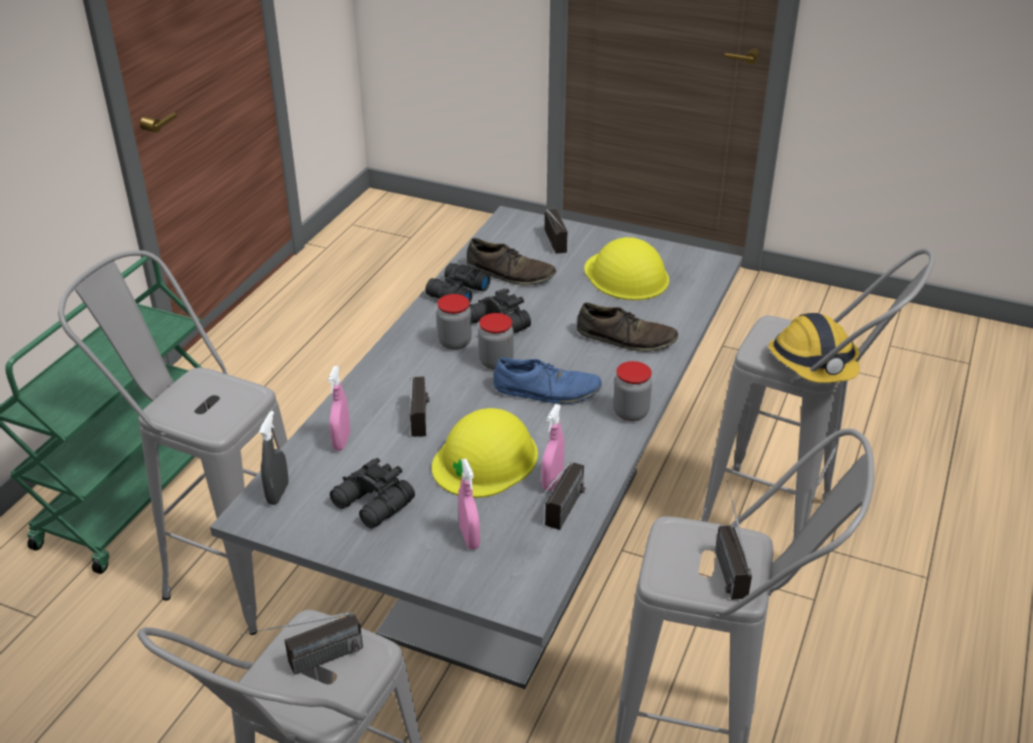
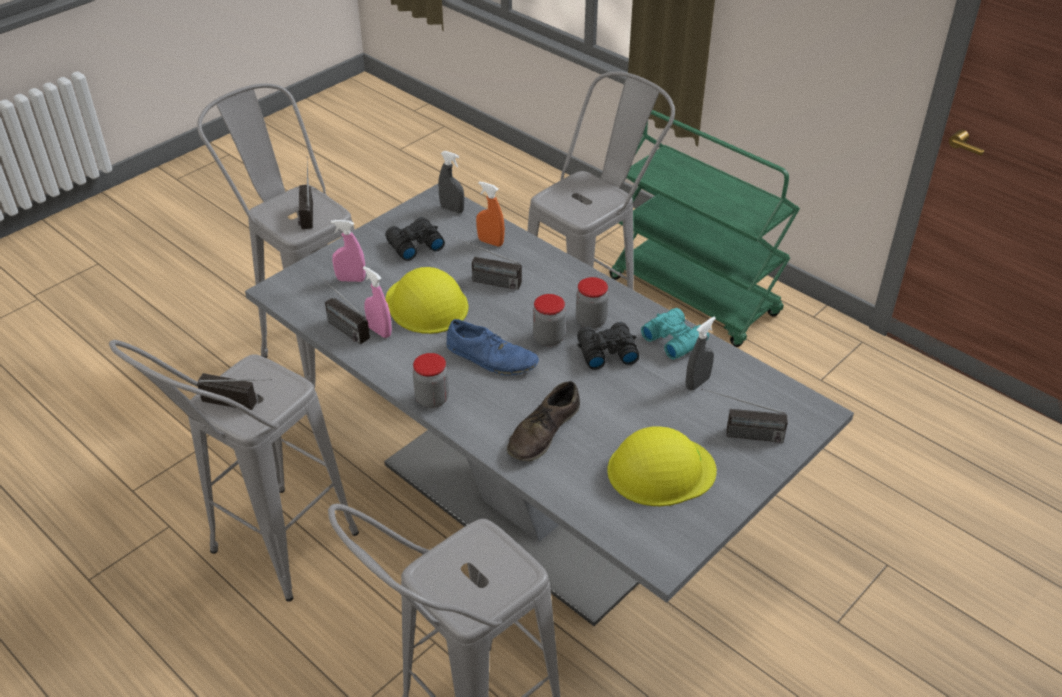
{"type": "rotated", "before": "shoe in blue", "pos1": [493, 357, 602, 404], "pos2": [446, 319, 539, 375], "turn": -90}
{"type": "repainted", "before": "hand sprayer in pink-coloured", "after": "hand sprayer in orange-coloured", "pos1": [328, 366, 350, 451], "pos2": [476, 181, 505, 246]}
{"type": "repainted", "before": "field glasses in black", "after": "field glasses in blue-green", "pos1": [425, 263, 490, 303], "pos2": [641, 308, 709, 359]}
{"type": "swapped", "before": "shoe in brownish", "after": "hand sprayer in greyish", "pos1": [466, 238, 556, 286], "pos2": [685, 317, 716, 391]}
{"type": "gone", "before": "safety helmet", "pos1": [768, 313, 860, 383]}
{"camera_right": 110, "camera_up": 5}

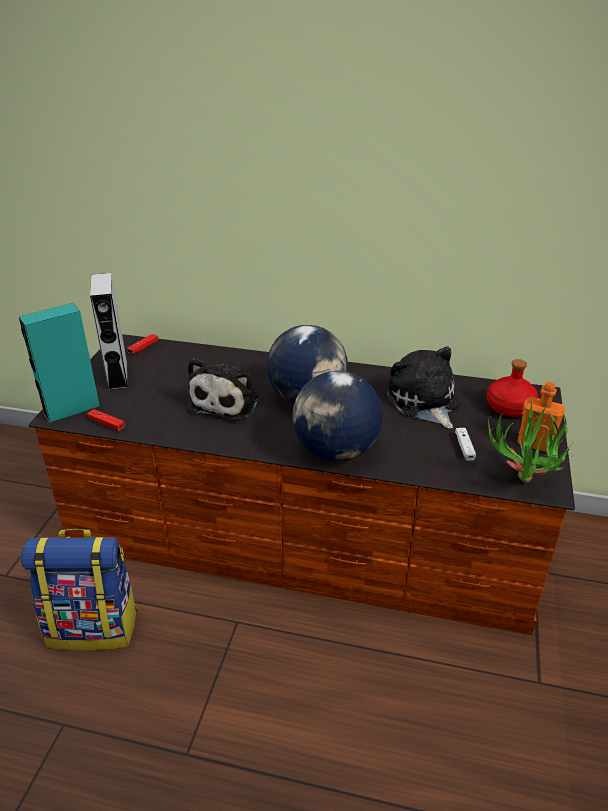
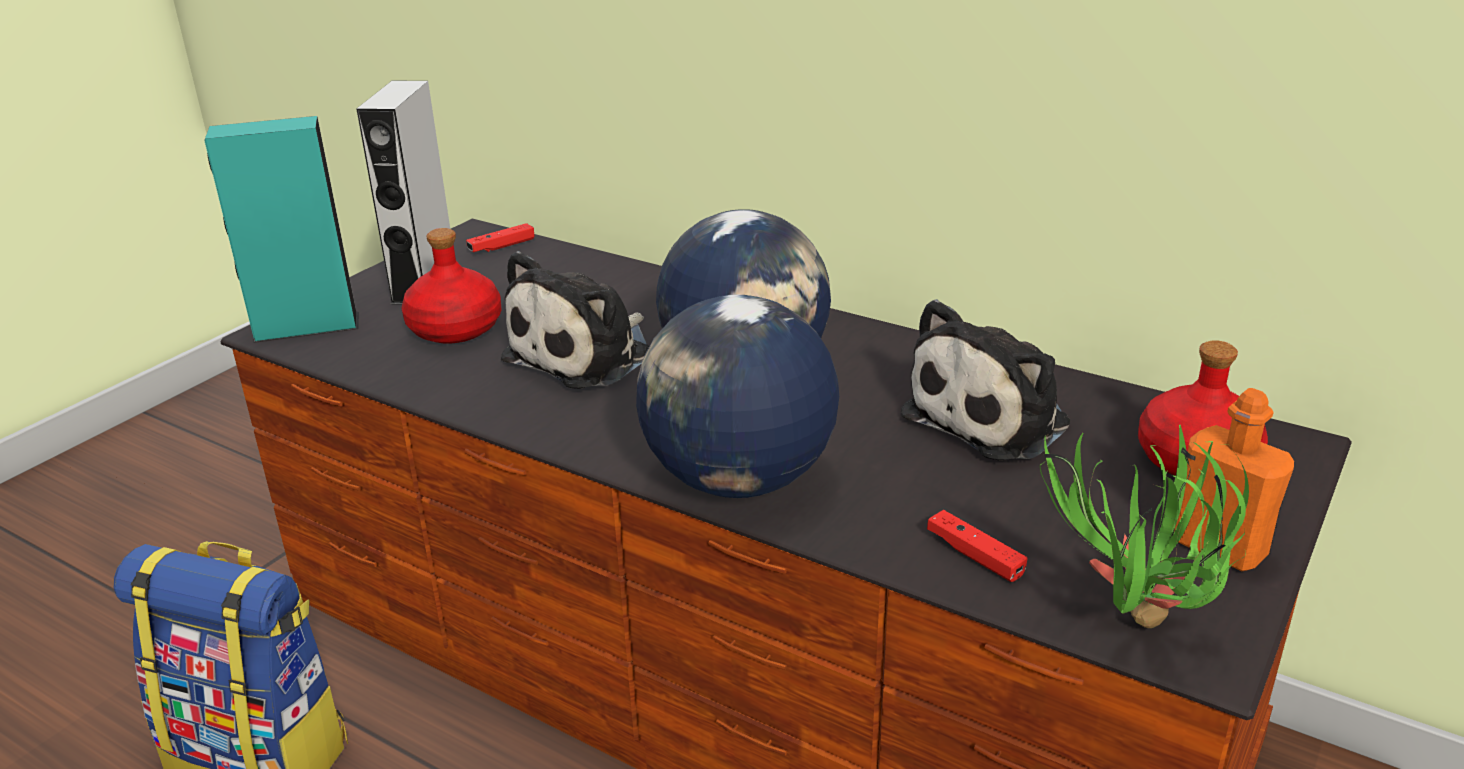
{"type": "new", "after": "drink bottle in red", "pos2": [402, 228, 501, 344]}
{"type": "rotated", "before": "cuddly toy", "pos1": [387, 346, 459, 429], "pos2": [900, 299, 1070, 461], "turn": -135}
{"type": "shifted", "before": "game controller in red", "pos1": [87, 409, 125, 431], "pos2": [927, 510, 1027, 582]}
{"type": "gone", "before": "game controller in whitish", "pos1": [455, 428, 476, 461]}
{"camera_right": 20, "camera_up": -5}

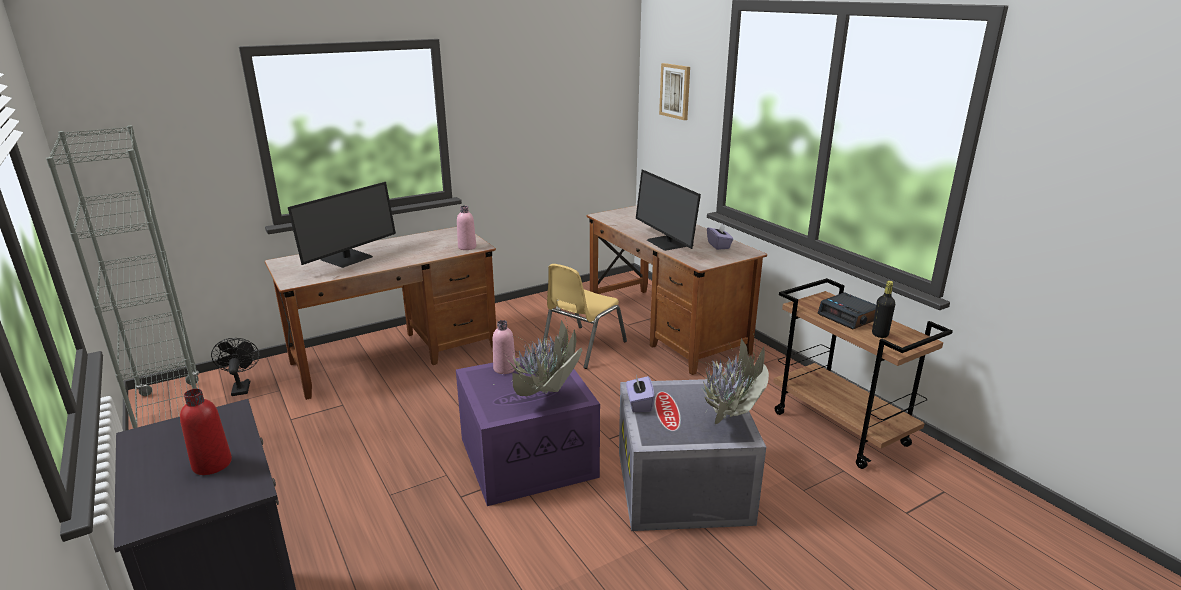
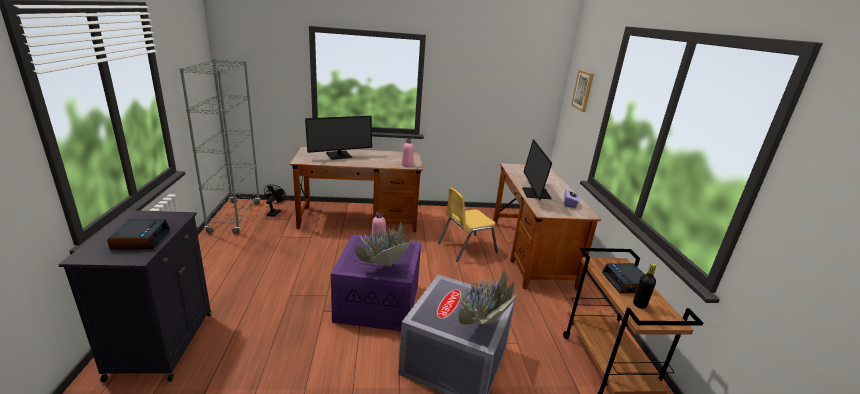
{"type": "swapped", "before": "drink bottle in red", "after": "bedside clock", "pos1": [180, 389, 232, 475], "pos2": [107, 219, 170, 250]}
{"type": "gone", "before": "tissue box in purple-coloured", "pos1": [626, 375, 655, 412]}
{"camera_right": 25, "camera_up": 0}

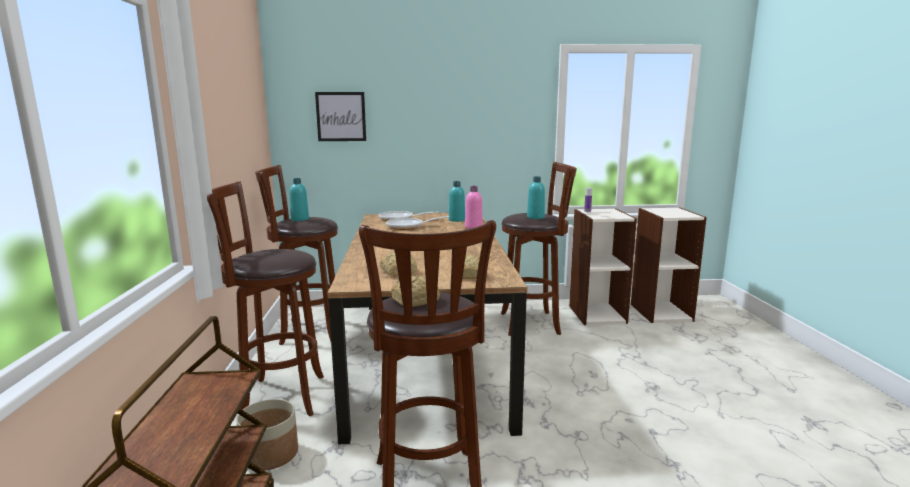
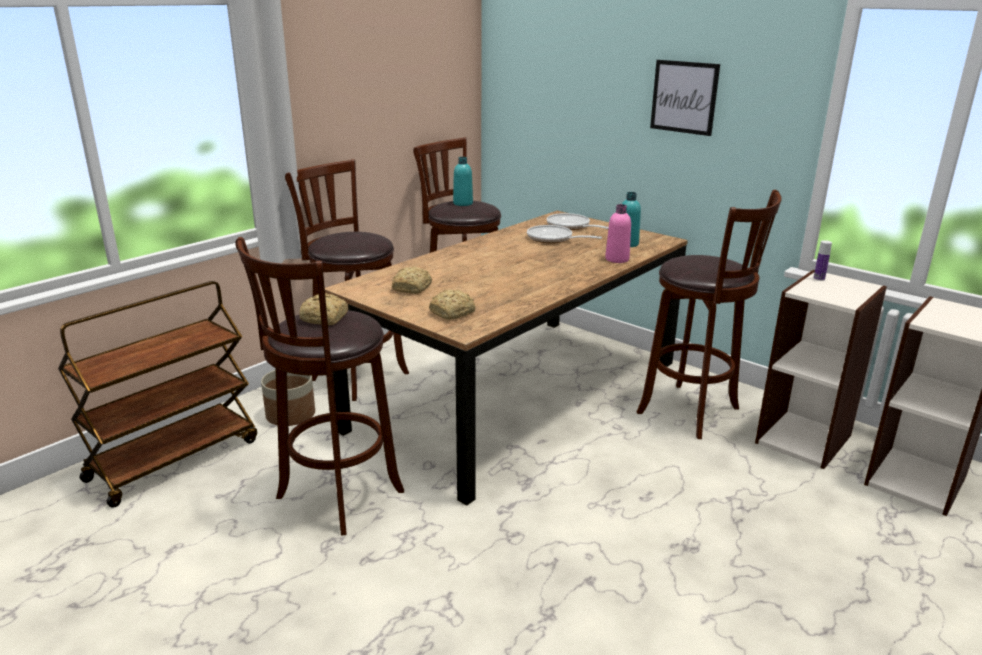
{"type": "shifted", "before": "wall picture", "pos1": [315, 92, 366, 141], "pos2": [650, 60, 720, 136]}
{"type": "gone", "before": "drink bottle in blue-green", "pos1": [527, 176, 545, 219]}
{"camera_right": 45, "camera_up": 10}

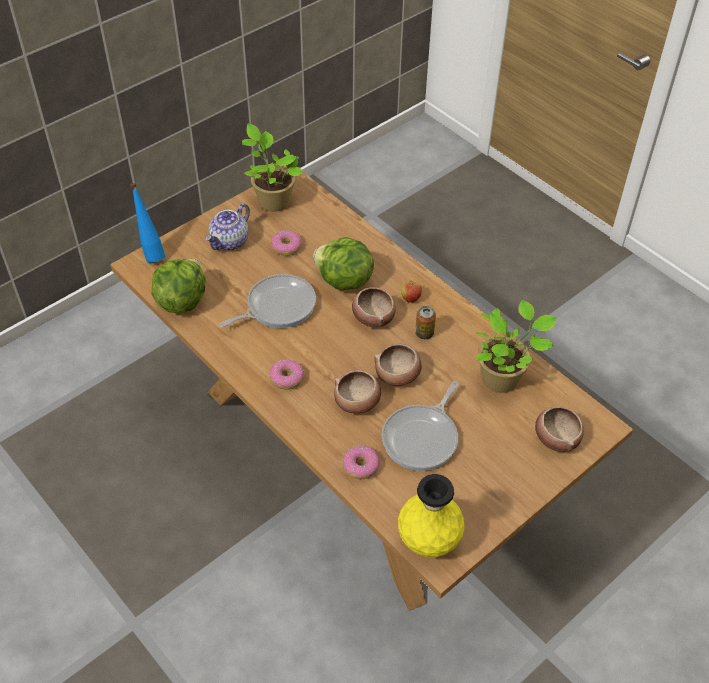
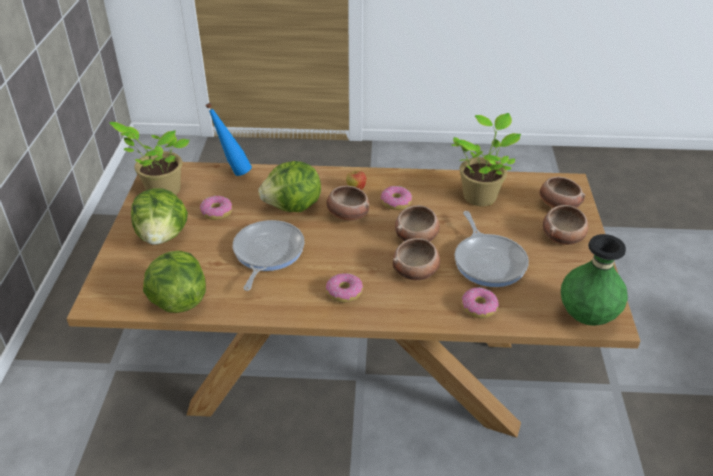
{"type": "swapped", "before": "pot for tea", "after": "head of lettuce", "pos1": [205, 203, 250, 251], "pos2": [131, 188, 188, 245]}
{"type": "shifted", "before": "drink bottle in blue", "pos1": [130, 183, 165, 263], "pos2": [206, 103, 252, 176]}
{"type": "swapped", "before": "metal can", "after": "donut", "pos1": [415, 306, 436, 339], "pos2": [381, 186, 412, 210]}
{"type": "new", "after": "serving bowl", "pos2": [543, 205, 588, 245]}
{"type": "repainted", "before": "flower vase in yellow", "after": "flower vase in green-coloured", "pos1": [398, 474, 465, 557], "pos2": [561, 234, 628, 326]}
{"camera_right": -45, "camera_up": -10}

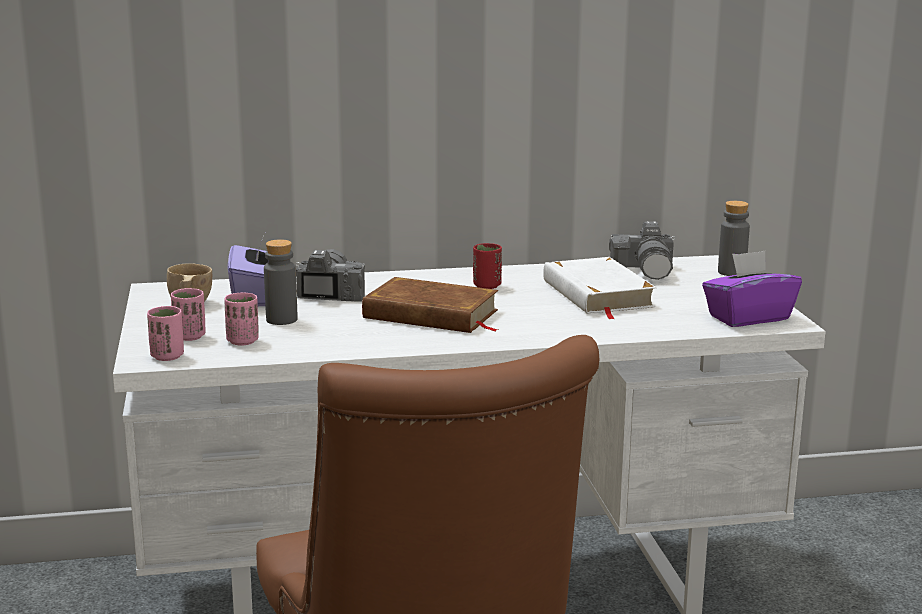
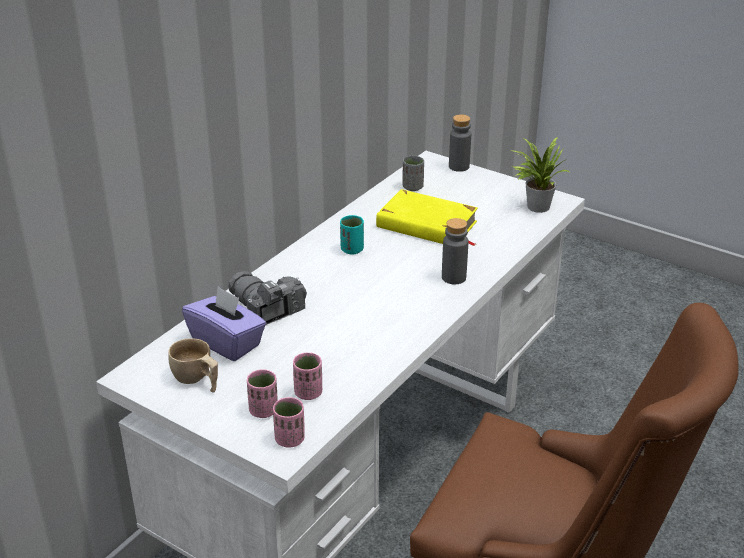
{"type": "repainted", "before": "drinking cup in red", "after": "drinking cup in blue-green", "pos1": [473, 243, 502, 289], "pos2": [340, 215, 364, 255]}
{"type": "repainted", "before": "bound book in whitish", "after": "bound book in yellow", "pos1": [543, 257, 657, 319], "pos2": [376, 189, 478, 246]}
{"type": "swapped", "before": "still camera", "after": "drinking cup in greyish", "pos1": [609, 221, 675, 280], "pos2": [403, 156, 424, 191]}
{"type": "shifted", "before": "drink bottle in greyish", "pos1": [264, 239, 297, 325], "pos2": [442, 218, 468, 284]}
{"type": "swapped", "before": "tissue box in purple-coloured", "after": "plant in a pot", "pos1": [702, 251, 802, 327], "pos2": [512, 137, 569, 213]}
{"type": "gone", "before": "bound book in brownish", "pos1": [362, 277, 498, 333]}
{"camera_right": -45, "camera_up": 15}

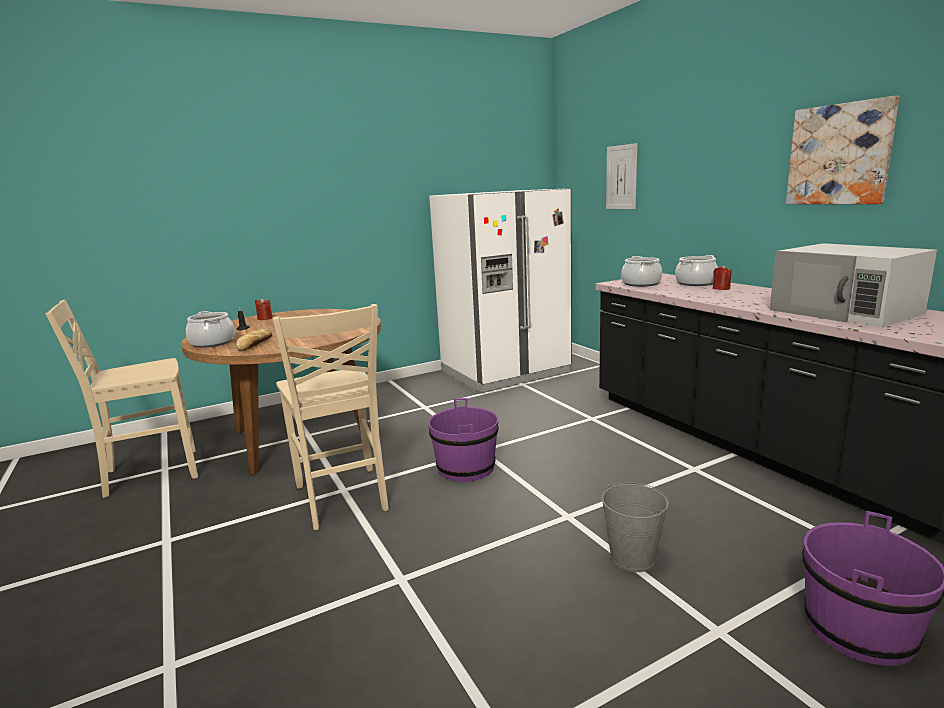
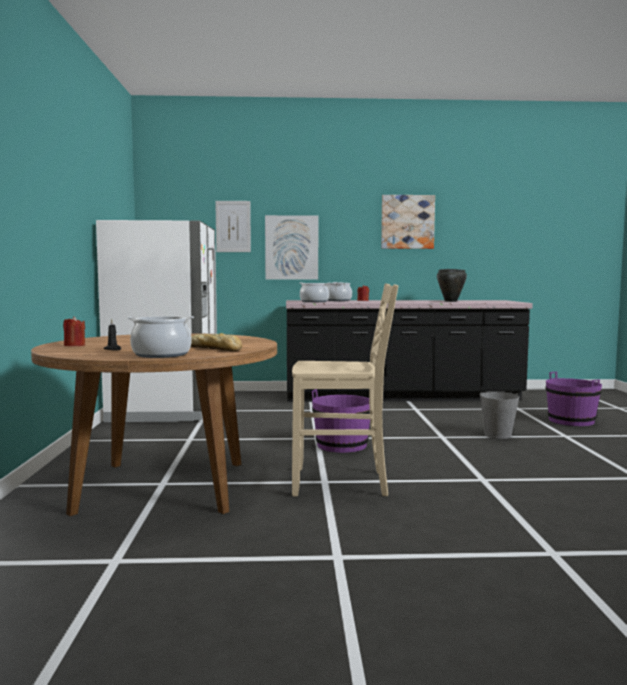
{"type": "new", "after": "wall picture", "pos2": [265, 215, 318, 280]}
{"type": "swapped", "before": "kitchen microwave in whitish", "after": "saucepot in black", "pos1": [770, 243, 937, 327], "pos2": [437, 269, 467, 302]}
{"type": "gone", "before": "upright chair in beige-coloured", "pos1": [45, 300, 198, 498]}
{"camera_right": -65, "camera_up": -10}

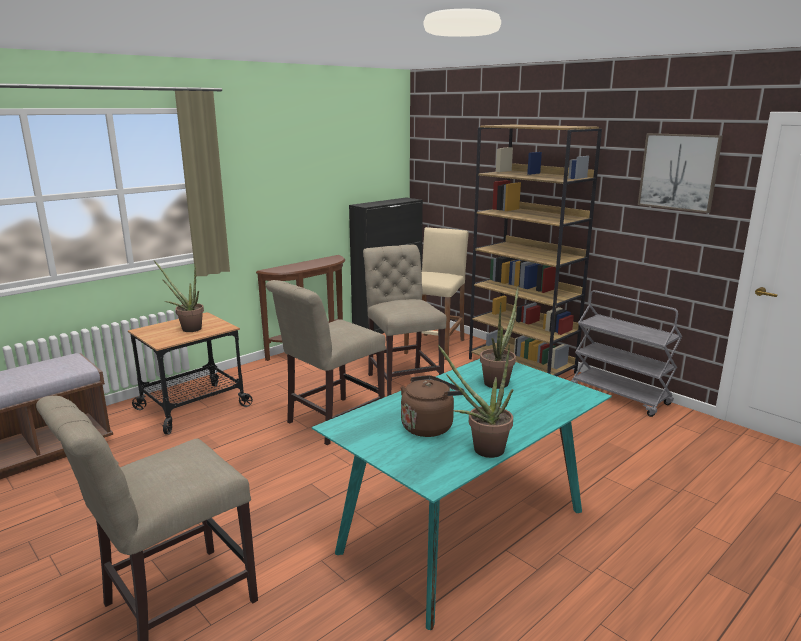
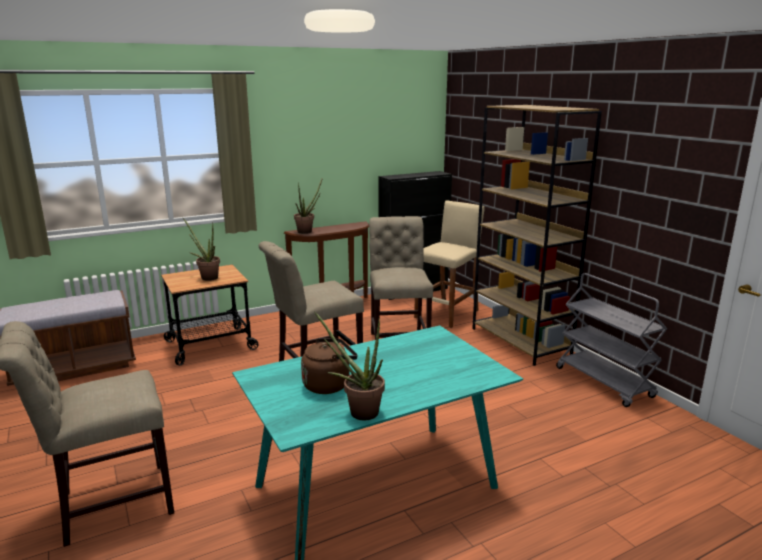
{"type": "shifted", "before": "plant in a pot", "pos1": [480, 286, 519, 389], "pos2": [294, 177, 323, 234]}
{"type": "gone", "before": "wall picture", "pos1": [638, 133, 723, 213]}
{"camera_right": 15, "camera_up": 0}

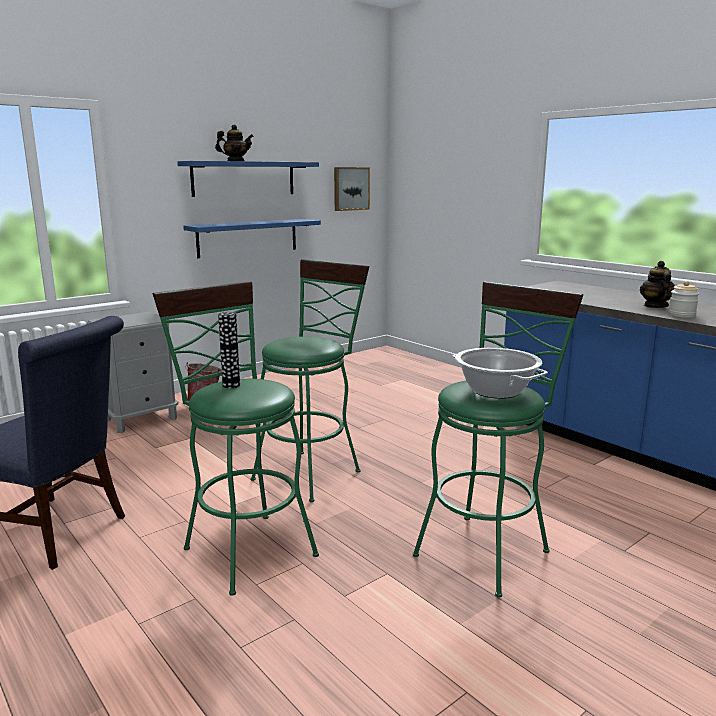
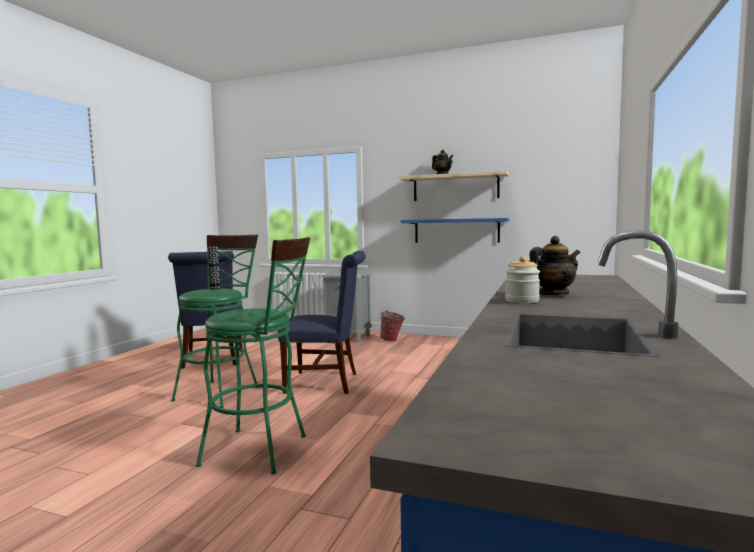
{"type": "swapped", "before": "stool in green-coloured", "after": "upright chair in blue", "pos1": [251, 259, 369, 502], "pos2": [277, 251, 366, 394]}
{"type": "repainted", "before": "wall shelf in blue", "after": "wall shelf in beige-coloured", "pos1": [177, 161, 319, 197], "pos2": [399, 171, 509, 201]}
{"type": "gone", "before": "wall picture", "pos1": [334, 167, 370, 211]}
{"type": "gone", "before": "saucepot", "pos1": [452, 348, 548, 399]}
{"camera_right": 60, "camera_up": -10}

